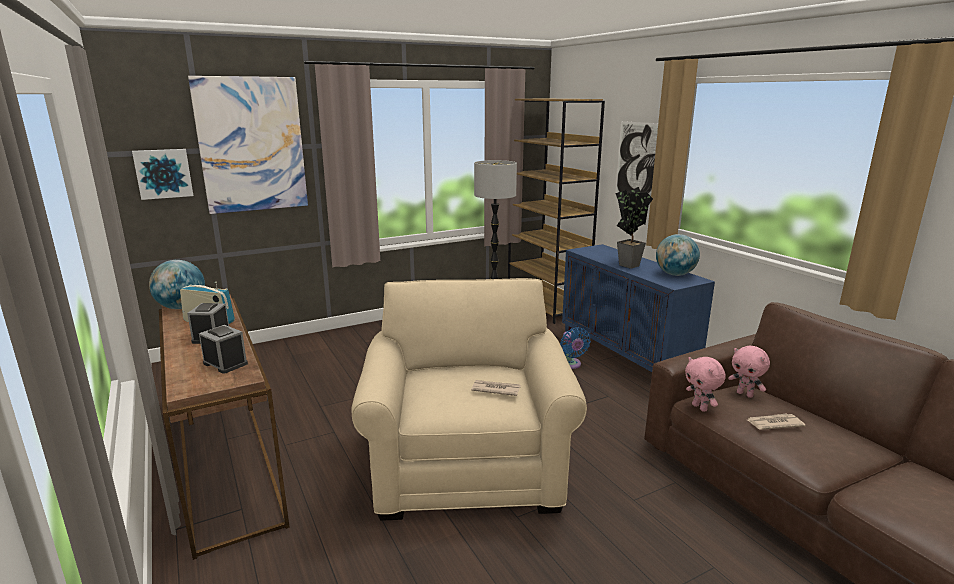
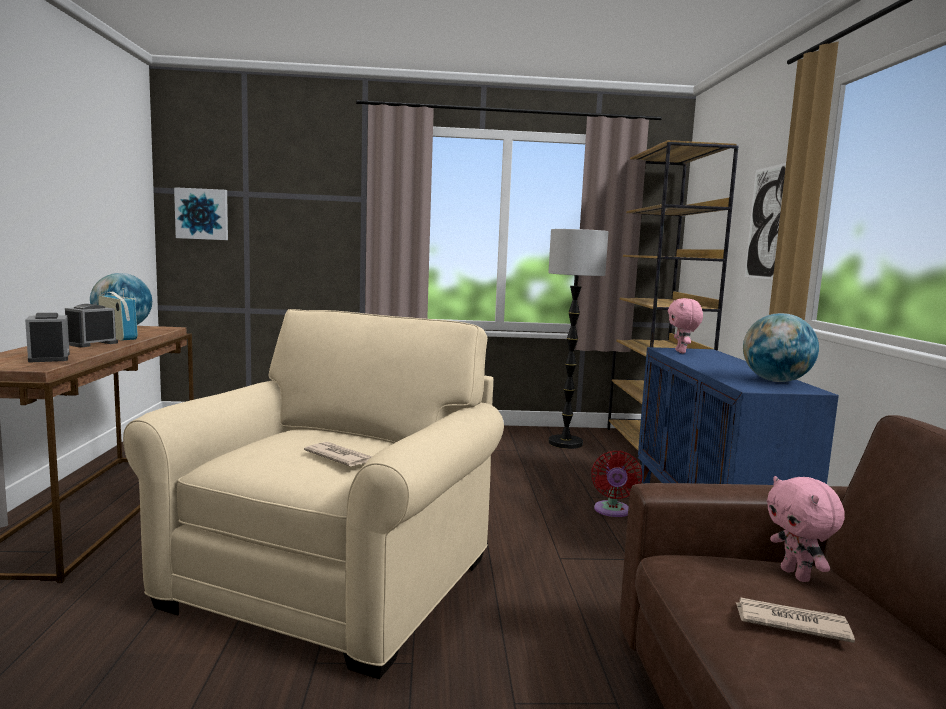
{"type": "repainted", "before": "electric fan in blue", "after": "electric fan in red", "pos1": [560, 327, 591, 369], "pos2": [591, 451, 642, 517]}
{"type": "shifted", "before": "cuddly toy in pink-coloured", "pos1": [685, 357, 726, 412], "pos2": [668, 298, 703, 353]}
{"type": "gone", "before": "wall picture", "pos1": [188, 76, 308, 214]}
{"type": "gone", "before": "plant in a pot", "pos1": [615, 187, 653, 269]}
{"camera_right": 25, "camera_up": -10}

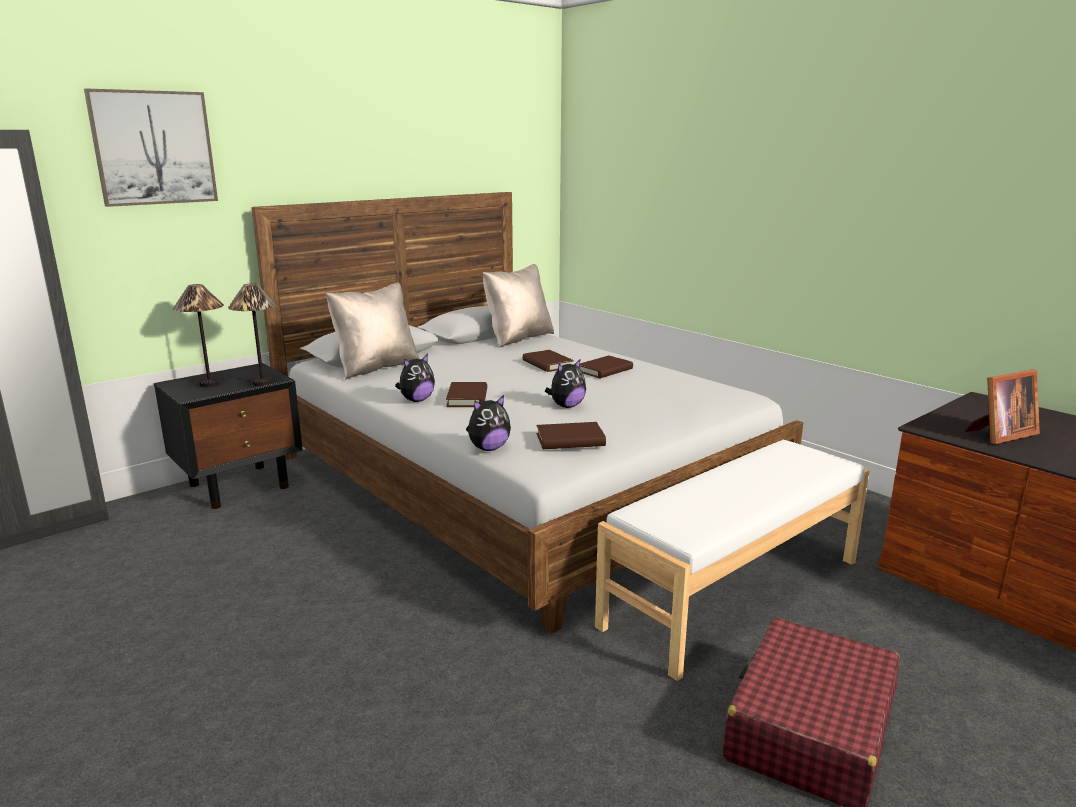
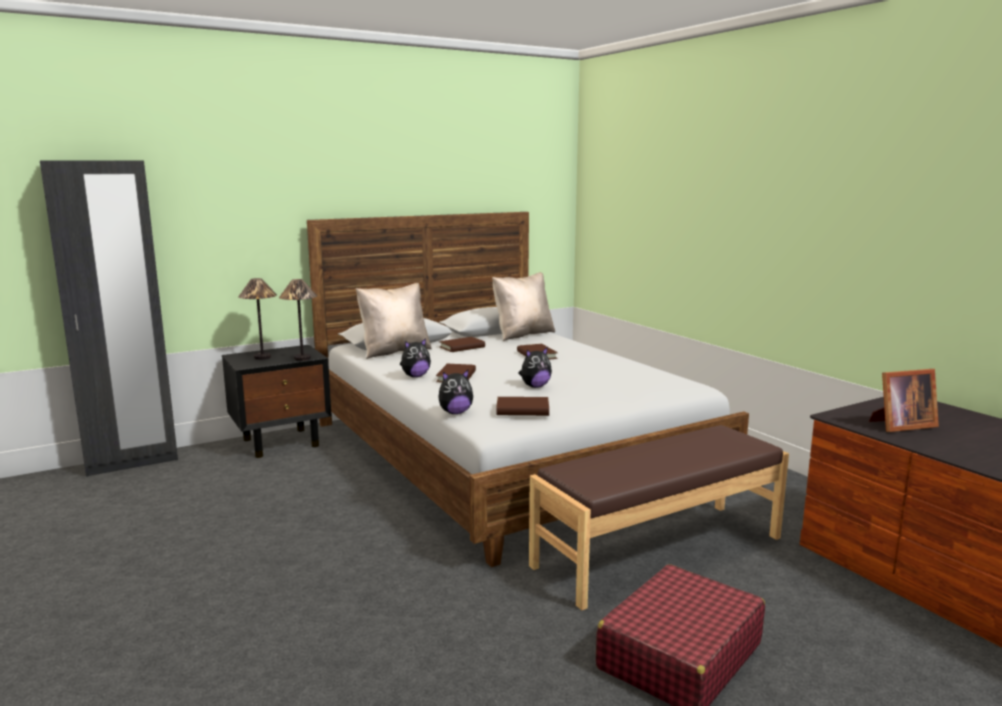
{"type": "shifted", "before": "bound book in brownish", "pos1": [579, 356, 633, 378], "pos2": [439, 337, 485, 352]}
{"type": "repainted", "before": "indoor bench in whitish", "after": "indoor bench in brownish", "pos1": [595, 440, 870, 681], "pos2": [529, 425, 789, 610]}
{"type": "gone", "before": "wall picture", "pos1": [84, 88, 218, 207]}
{"camera_right": 10, "camera_up": -5}

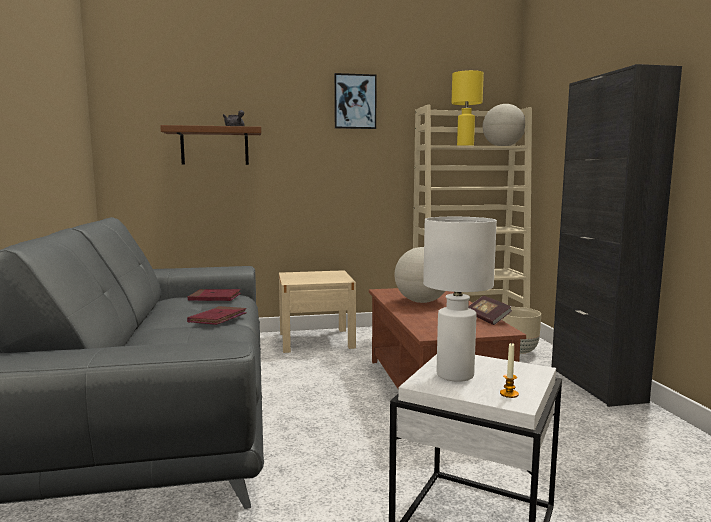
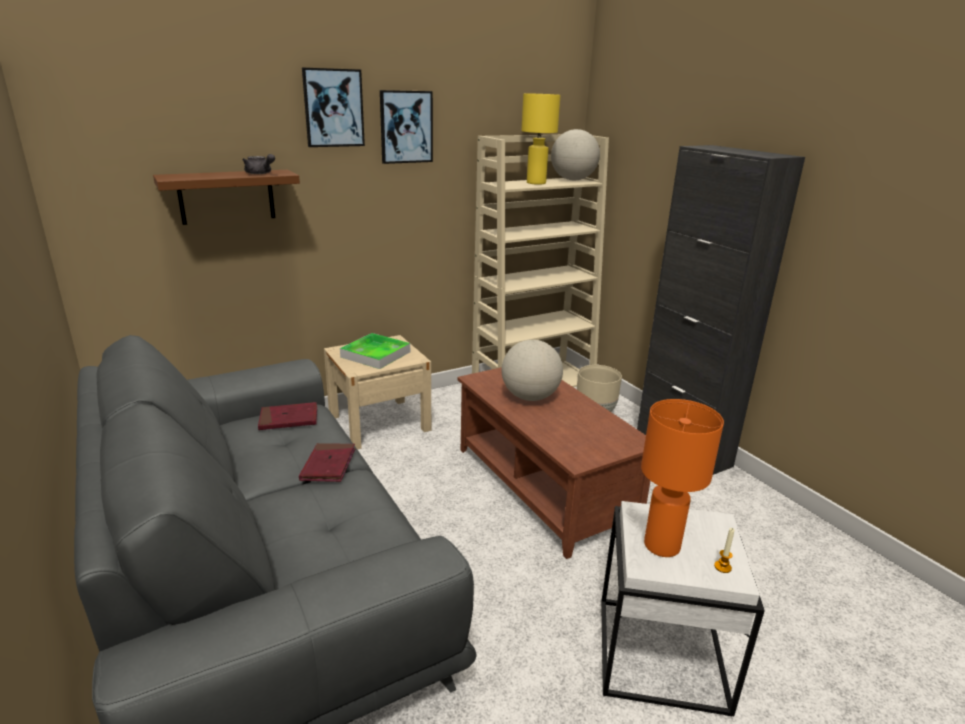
{"type": "new", "after": "wall picture", "pos2": [302, 68, 365, 147]}
{"type": "new", "after": "serving tray", "pos2": [340, 333, 410, 369]}
{"type": "repainted", "before": "table lamp in whitish", "after": "table lamp in orange-coloured", "pos1": [423, 217, 497, 382], "pos2": [641, 399, 724, 557]}
{"type": "gone", "before": "bound book", "pos1": [468, 296, 512, 325]}
{"camera_right": -20, "camera_up": 15}

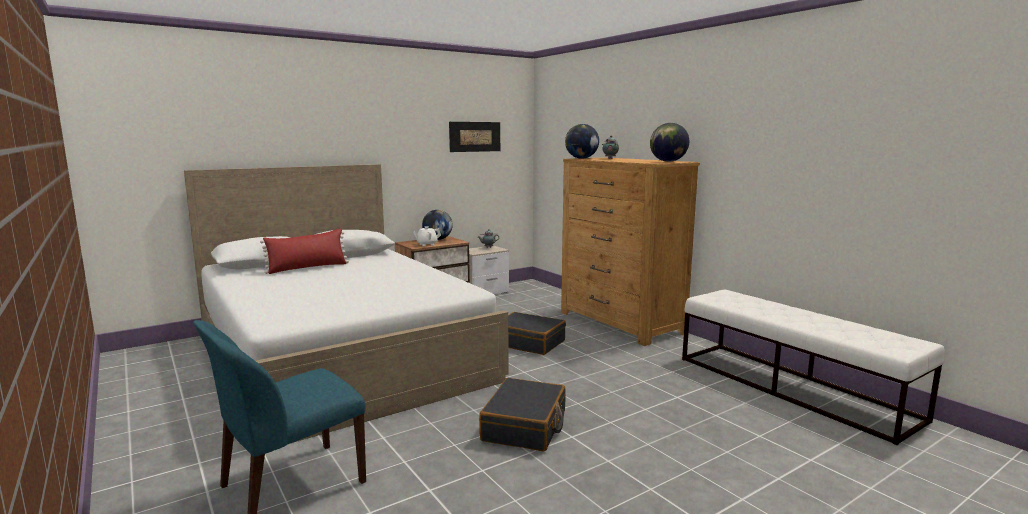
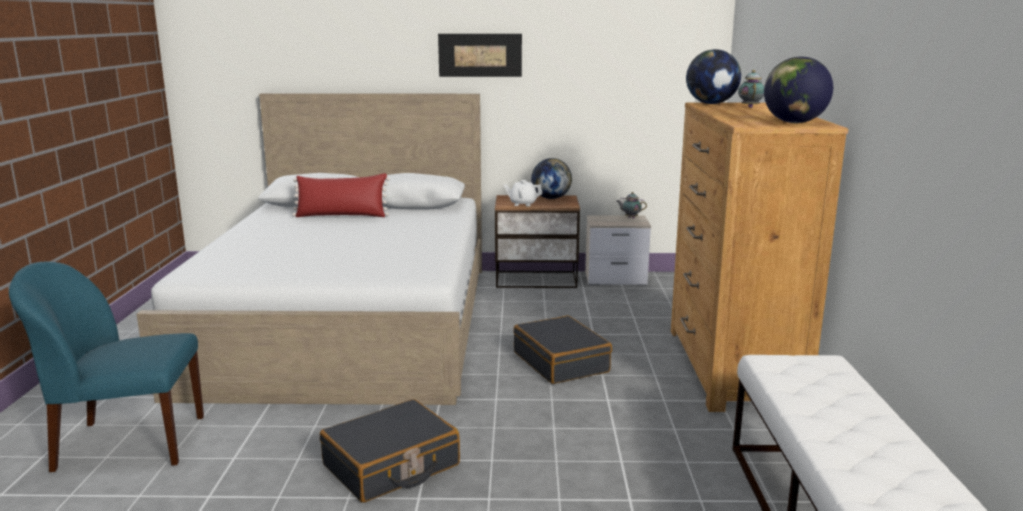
{"type": "shifted", "before": "wall picture", "pos1": [449, 122, 500, 152], "pos2": [438, 34, 522, 77]}
{"camera_right": 35, "camera_up": 5}

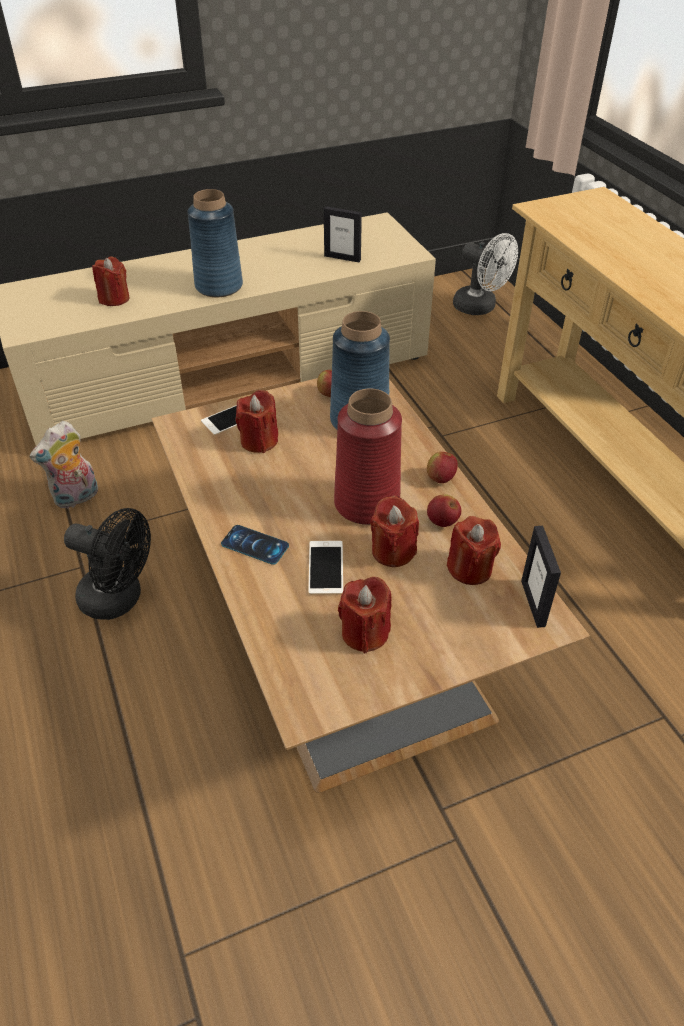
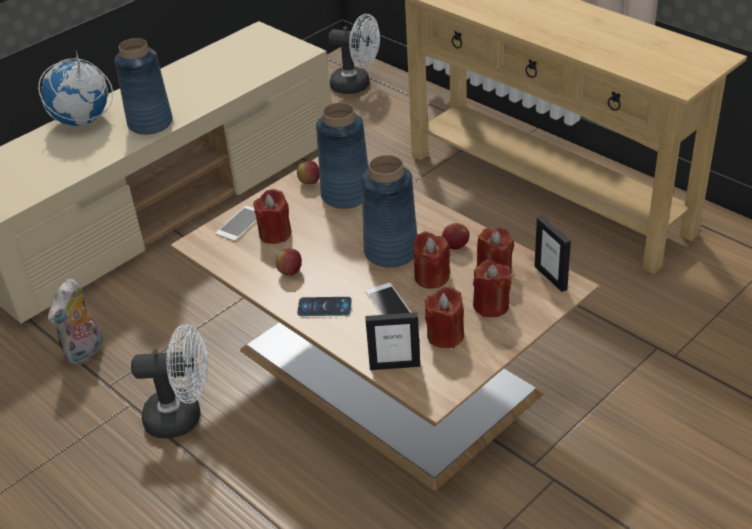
{"type": "new", "after": "globe", "pos2": [38, 50, 113, 126]}
{"type": "repainted", "before": "electric fan in black", "after": "electric fan in whitish", "pos1": [64, 508, 151, 620], "pos2": [131, 324, 208, 439]}
{"type": "shifted", "before": "apple", "pos1": [427, 452, 458, 483], "pos2": [276, 249, 302, 276]}
{"type": "repainted", "before": "flower vase in red", "after": "flower vase in blue", "pos1": [334, 389, 402, 525], "pos2": [361, 155, 417, 268]}
{"type": "shifted", "before": "standing frame", "pos1": [324, 206, 362, 262], "pos2": [365, 312, 420, 370]}
{"type": "shifted", "before": "candle in red", "pos1": [92, 257, 130, 306], "pos2": [473, 260, 512, 317]}
{"camera_right": -20, "camera_up": -5}

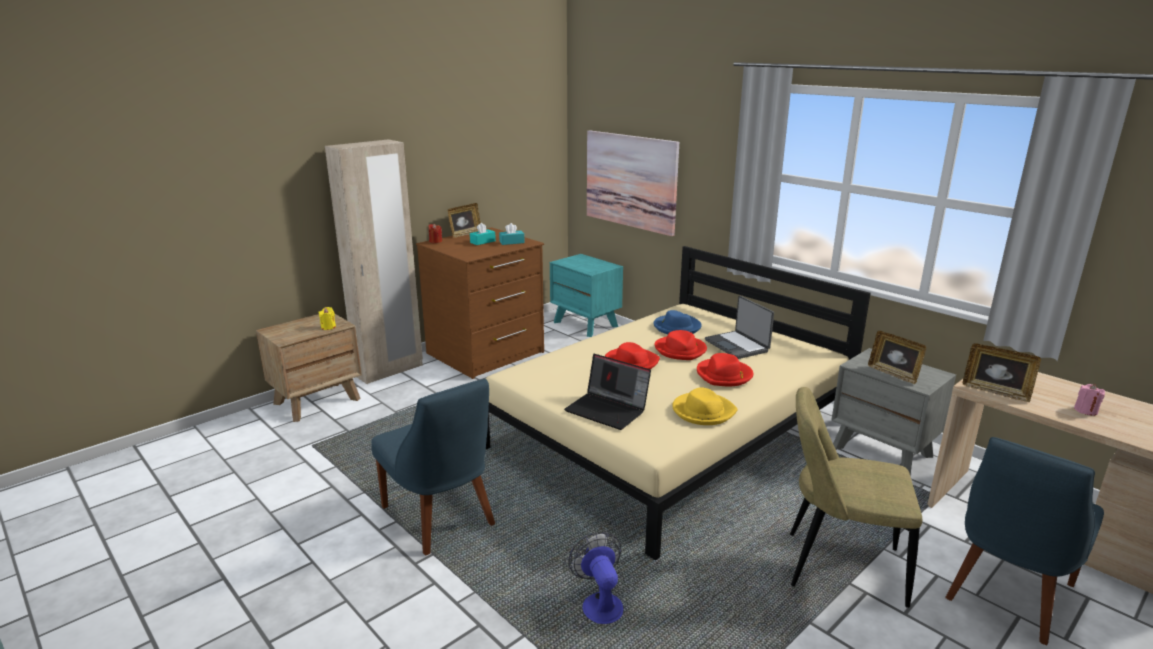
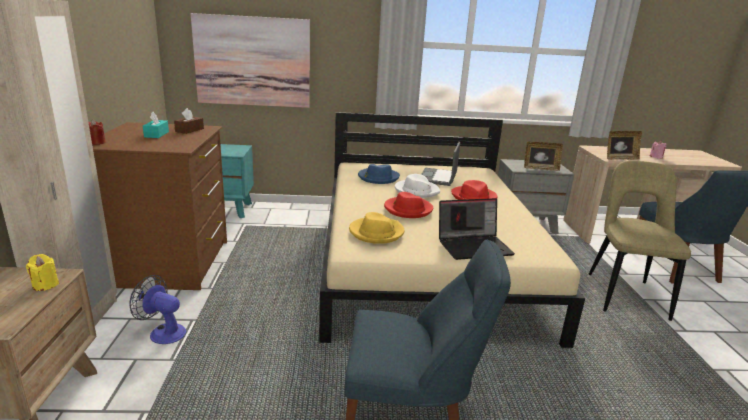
{"type": "shifted", "before": "electric fan", "pos1": [568, 532, 623, 624], "pos2": [129, 275, 186, 344]}
{"type": "repainted", "before": "tissue box in blue-green", "after": "tissue box in brownish", "pos1": [499, 223, 525, 245], "pos2": [174, 108, 204, 134]}
{"type": "shifted", "before": "hat in yellow", "pos1": [672, 387, 738, 425], "pos2": [349, 212, 405, 244]}
{"type": "repainted", "before": "hat in red", "after": "hat in whitish", "pos1": [654, 330, 707, 360], "pos2": [395, 174, 440, 198]}
{"type": "rotated", "before": "notebook computer", "pos1": [705, 296, 774, 359], "pos2": [421, 142, 460, 186], "turn": 90}
{"type": "rotated", "before": "upright chair in beige-coloured", "pos1": [790, 387, 922, 608], "pos2": [588, 161, 691, 321], "turn": 135}
{"type": "gone", "before": "standing frame", "pos1": [448, 203, 481, 238]}
{"camera_right": -50, "camera_up": 0}

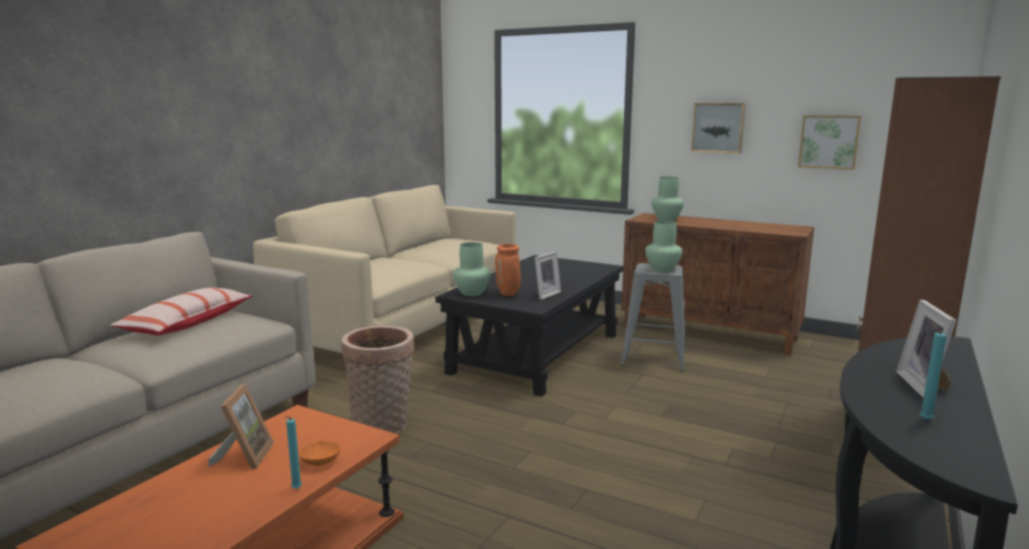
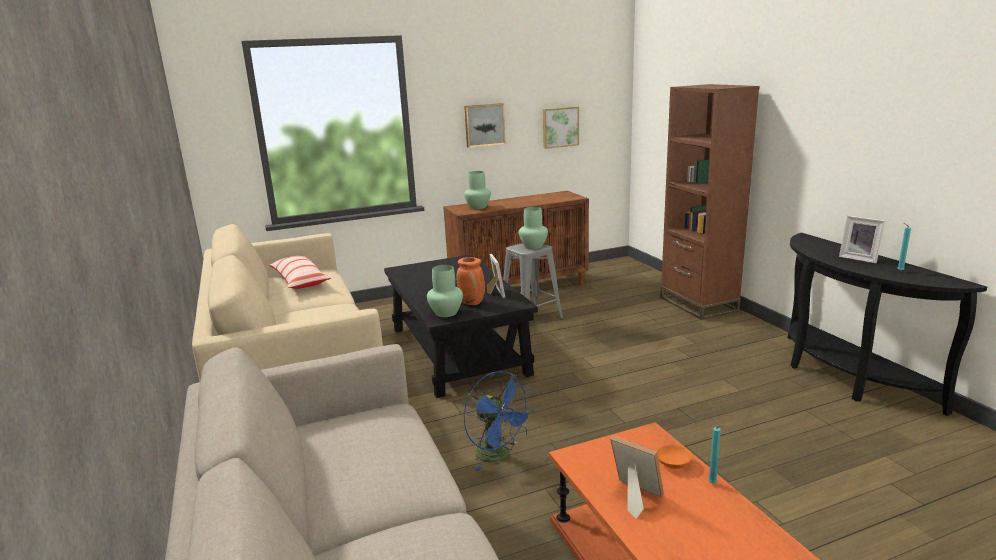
{"type": "shifted", "before": "cushion", "pos1": [110, 287, 252, 335], "pos2": [269, 256, 331, 289]}
{"type": "swapped", "before": "household basket", "after": "electric fan in blue", "pos1": [342, 326, 414, 434], "pos2": [463, 371, 534, 471]}
{"camera_right": -50, "camera_up": 5}

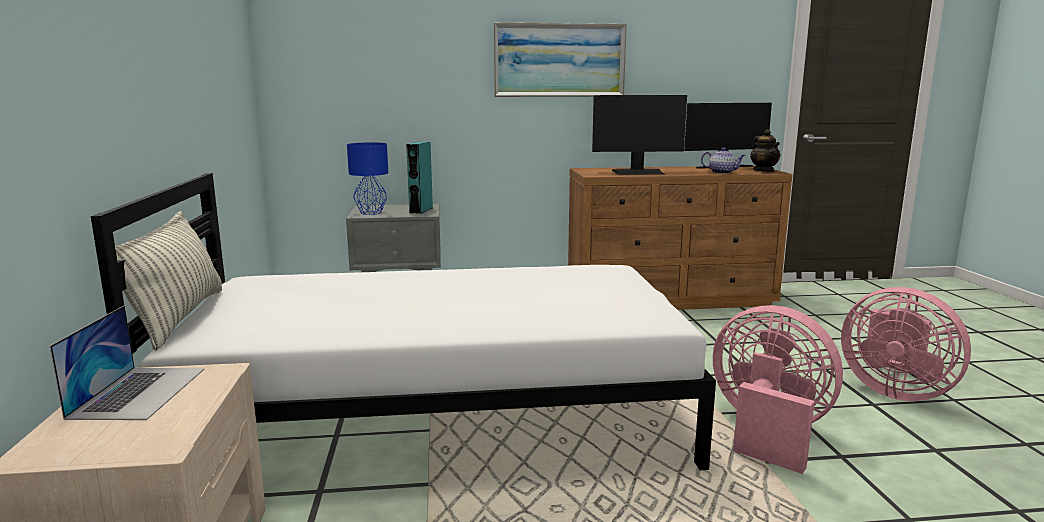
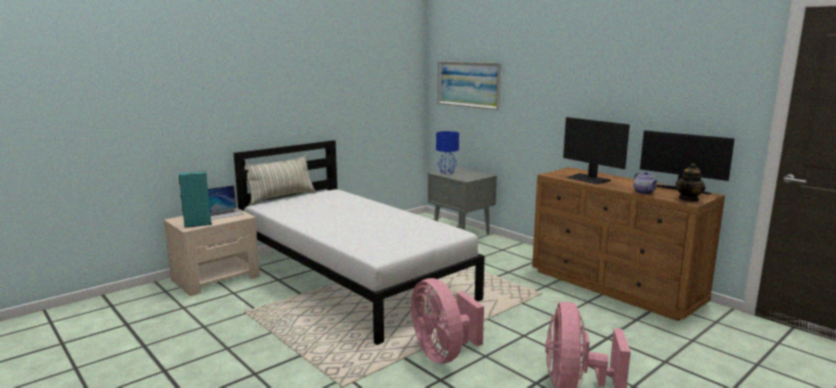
{"type": "shifted", "before": "speaker in blue-green", "pos1": [406, 142, 433, 214], "pos2": [179, 171, 212, 228]}
{"type": "rotated", "before": "electric fan in pink-coloured", "pos1": [713, 305, 843, 474], "pos2": [411, 278, 484, 364], "turn": 150}
{"type": "shifted", "before": "wall picture", "pos1": [493, 23, 627, 97], "pos2": [438, 62, 501, 110]}
{"camera_right": 55, "camera_up": 0}

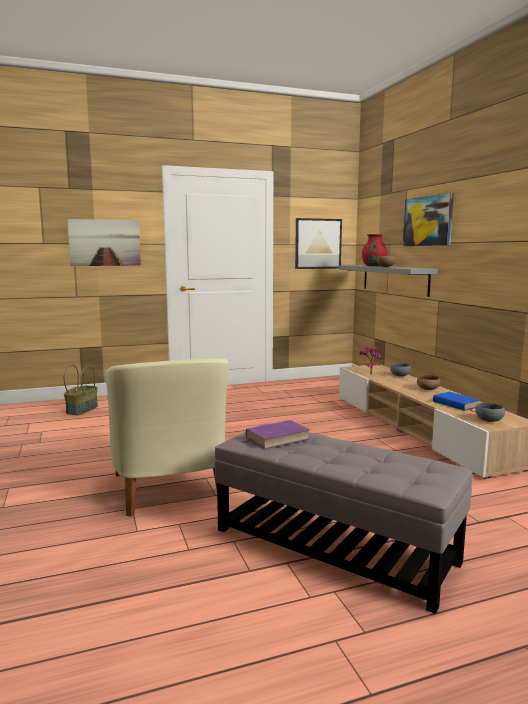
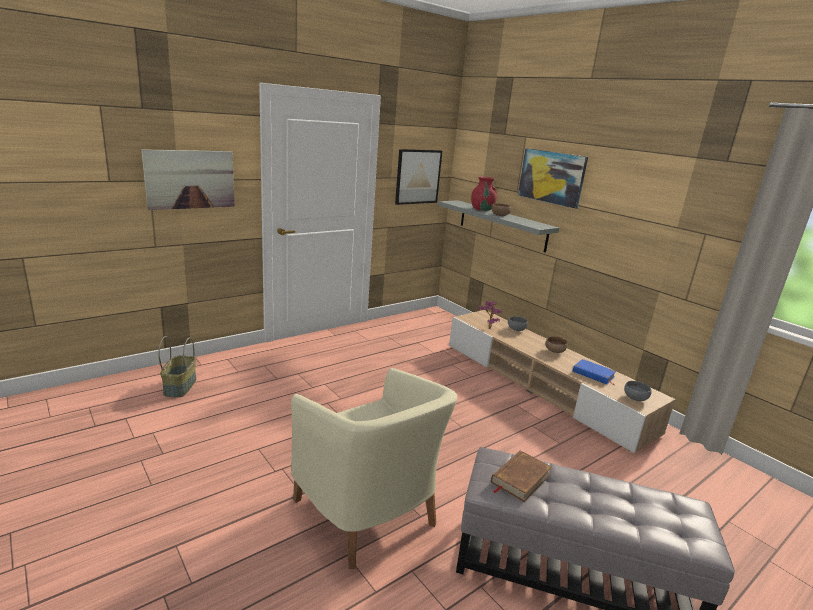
{"type": "repainted", "before": "bound book in purple-coloured", "after": "bound book in brownish", "pos1": [242, 420, 310, 449], "pos2": [491, 450, 552, 502]}
{"camera_right": -20, "camera_up": 10}

